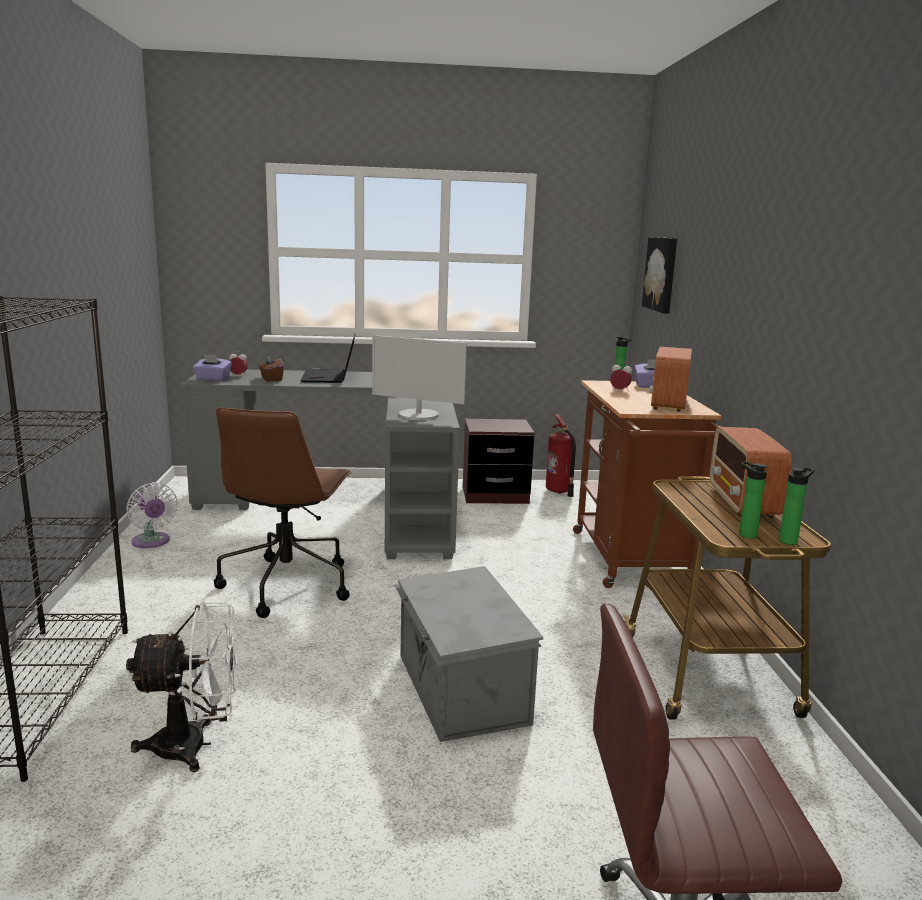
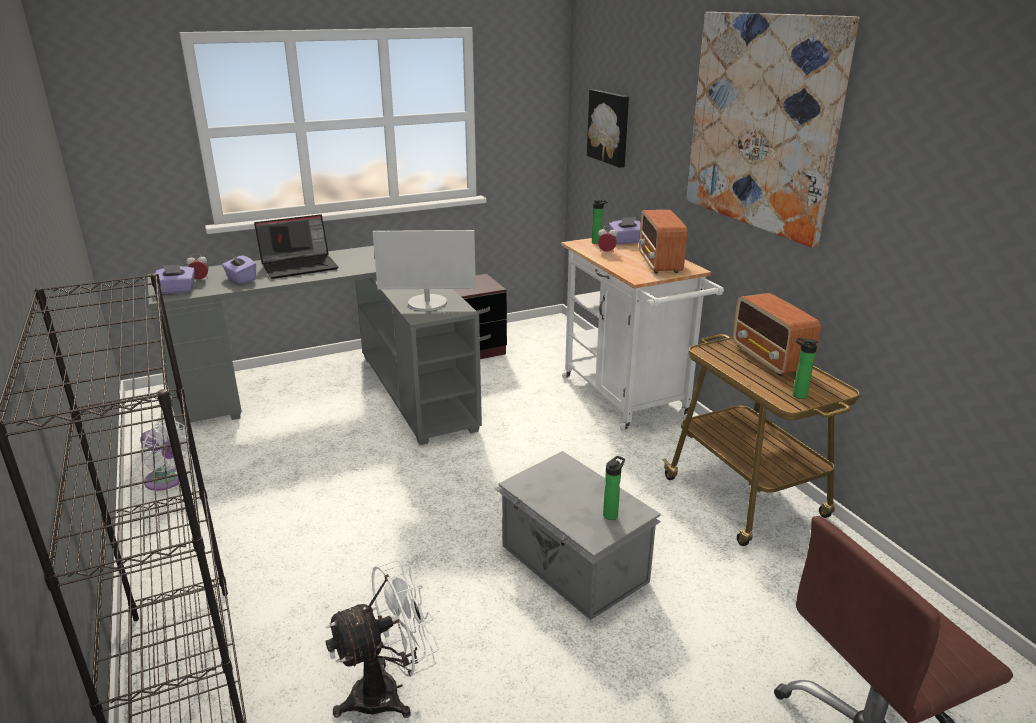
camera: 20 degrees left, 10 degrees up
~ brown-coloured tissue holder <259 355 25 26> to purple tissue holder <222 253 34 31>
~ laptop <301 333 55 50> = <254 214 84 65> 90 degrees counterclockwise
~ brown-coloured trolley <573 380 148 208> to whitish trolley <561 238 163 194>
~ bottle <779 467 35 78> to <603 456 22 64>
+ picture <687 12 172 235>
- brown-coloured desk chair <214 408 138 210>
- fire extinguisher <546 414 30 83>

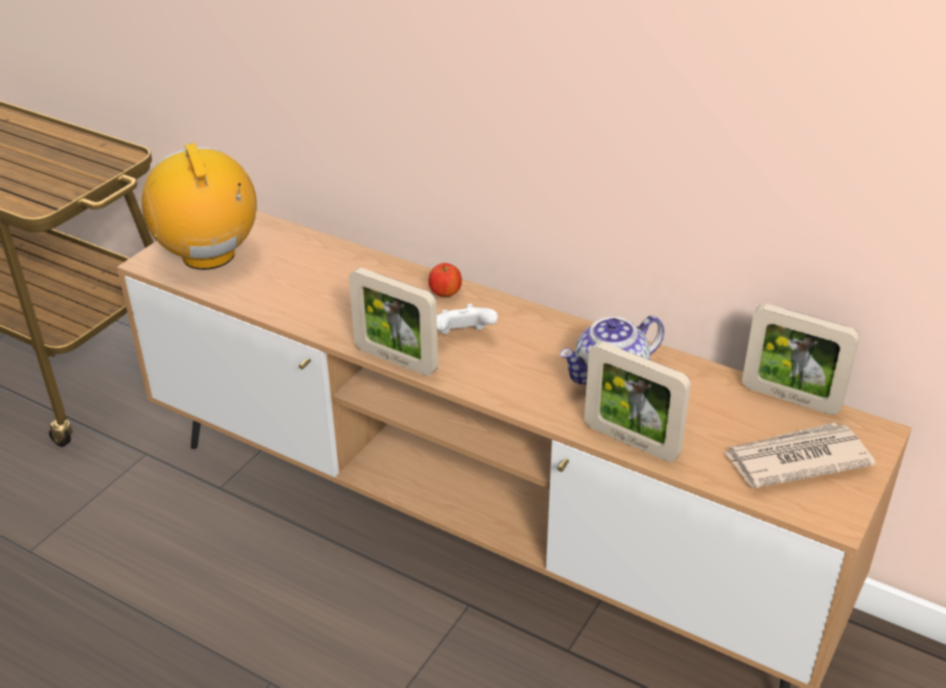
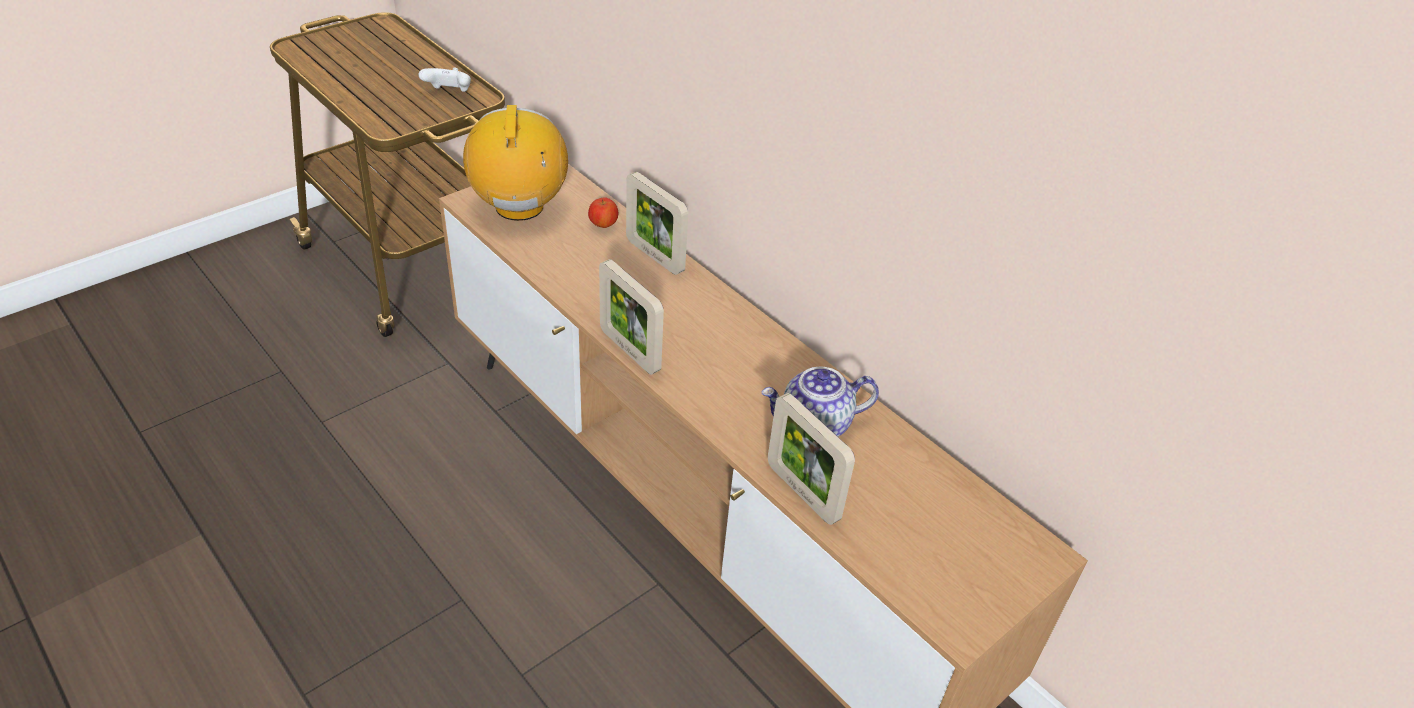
camera: 15 degrees right, 5 degrees up
~ whitish joypad <437 304 61 30> to <419 68 52 24>
~ whole apple <429 263 33 34> to <588 197 30 31>
~ photo frame <742 304 117 111> to <626 172 62 103>
- printed paper <724 422 152 66>

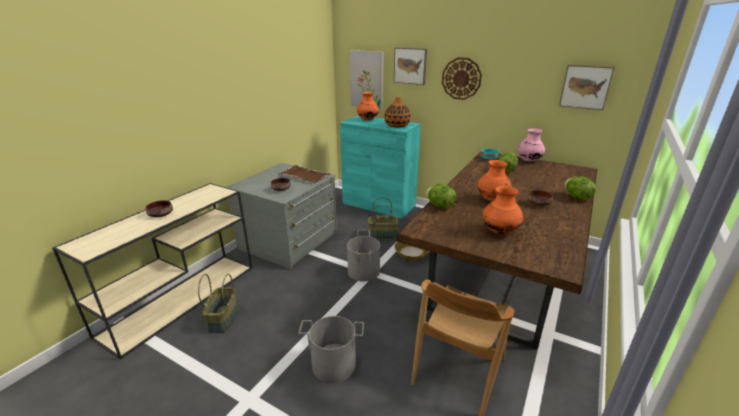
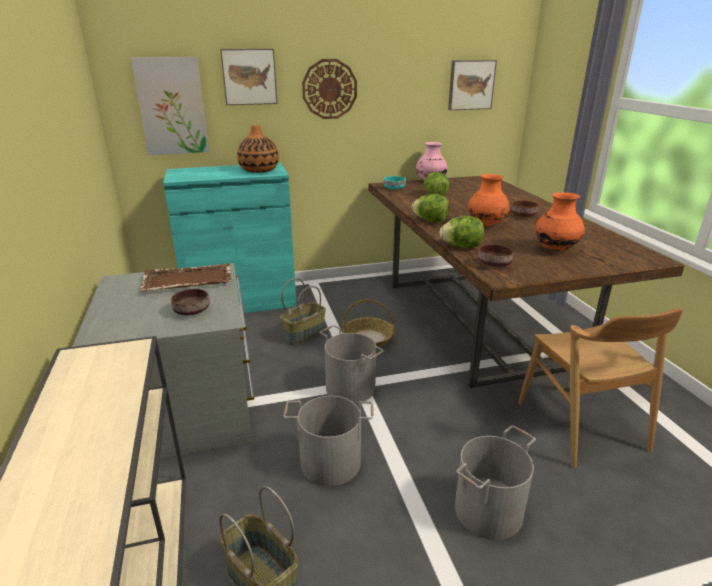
camera: 45 degrees left, 0 degrees up
+ greyish water bucket <284 396 90 90>
~ lettuce head <565 176 31 25> to <412 194 38 28>
~ brown-coloured serving bowl <146 200 27 17> to <478 244 36 23>
- orange flower vase <357 92 22 28>

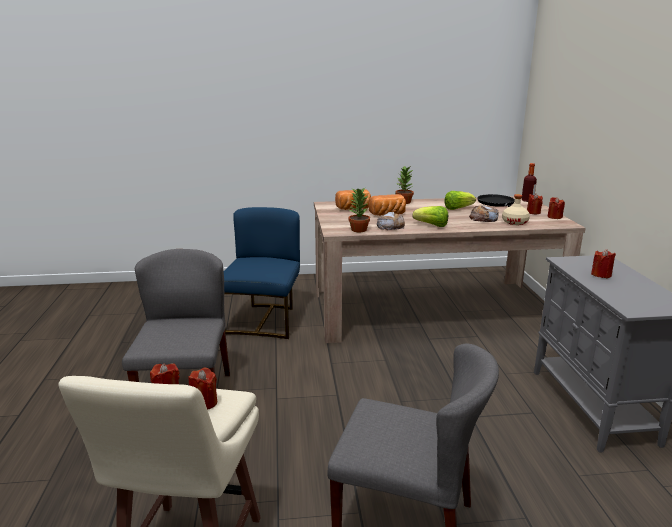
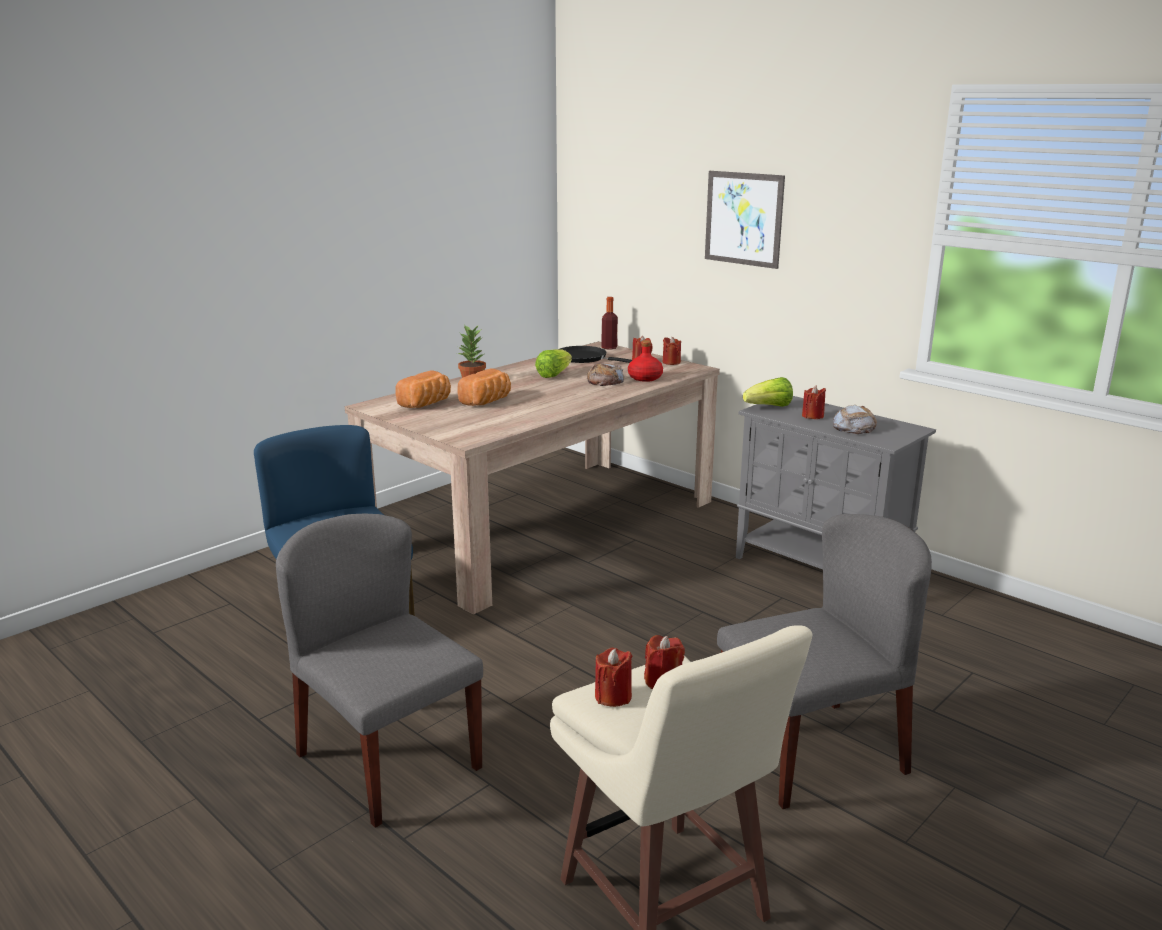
camera: 40 degrees left, 0 degrees up
~ sand-coloured bottle <502 194 28 31> to red-coloured bottle <628 340 35 42>
+ picture <705 171 80 98>
~ lettuce head <413 206 35 21> to <743 377 50 30>
~ baked bread <377 212 28 18> to <833 405 44 29>
- houseplant <349 188 21 44>

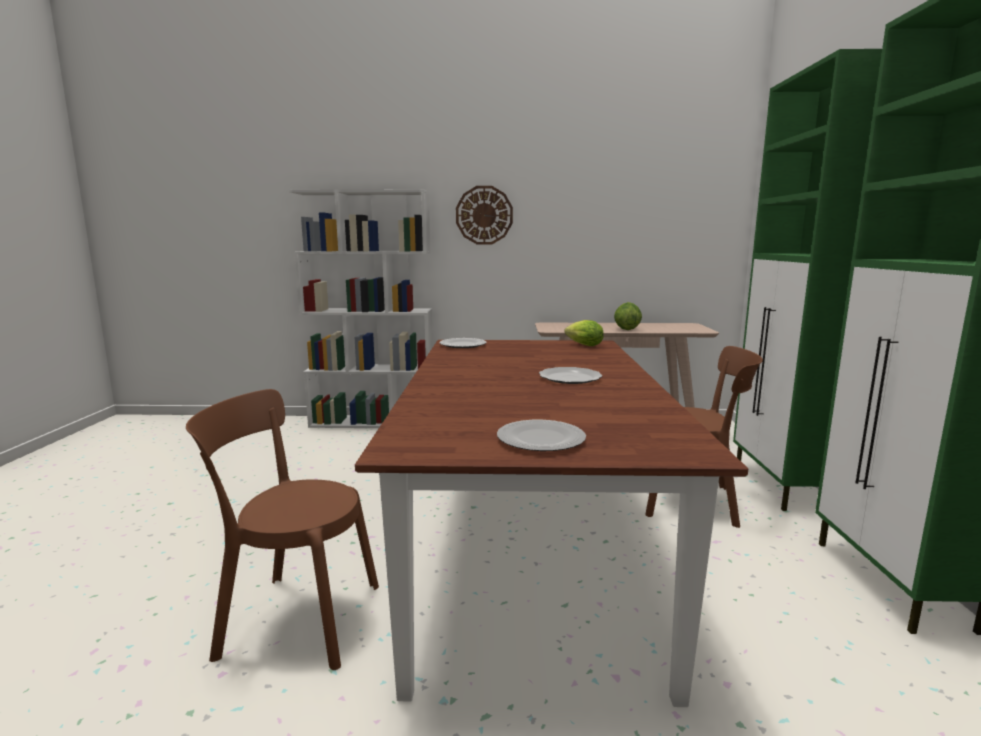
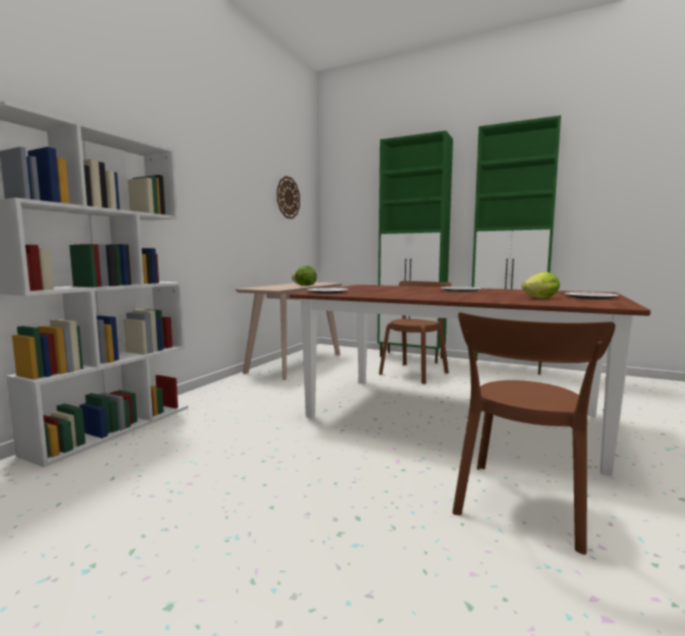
camera: 65 degrees left, 5 degrees down
~ clock on the wall <456 186 57 59> to <277 176 23 43>
~ lettuce head <564 320 40 26> to <522 272 38 26>

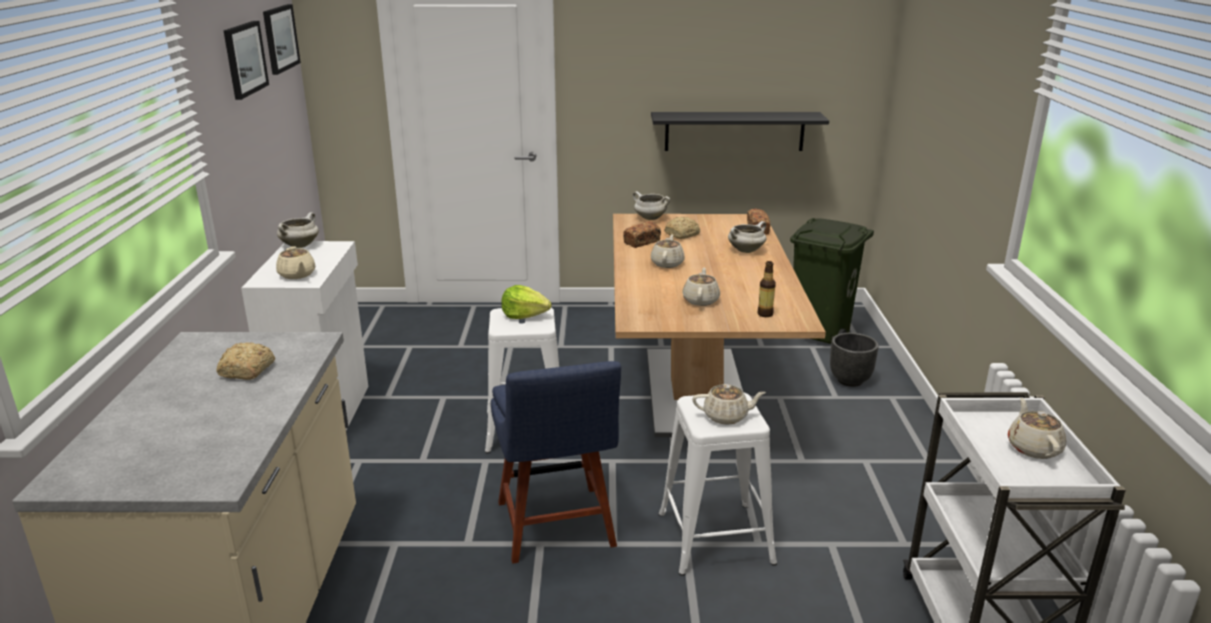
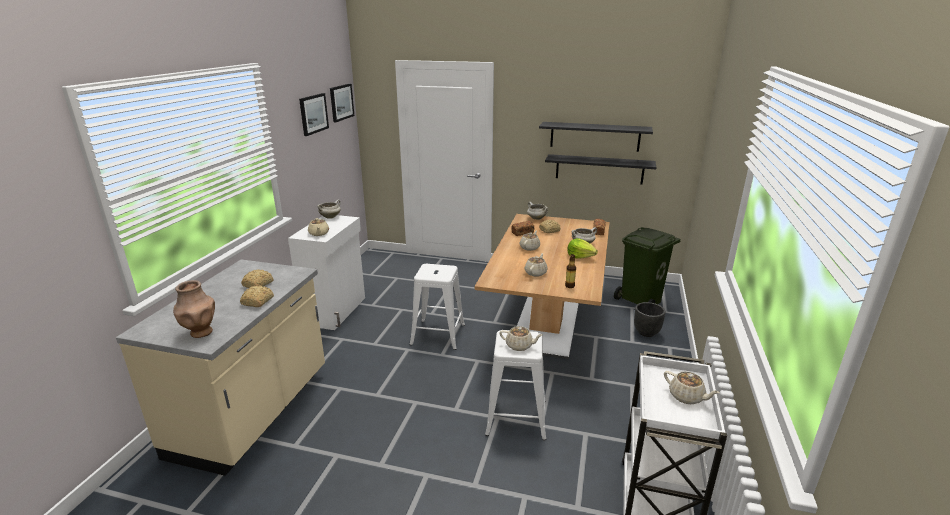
camera: 15 degrees right, 0 degrees up
+ brown-coloured flower vase <173 280 42 58>
+ baked bread <240 286 34 21>
+ black-coloured shelf <539 122 114 30>
~ lettuce head <502 285 49 34> to <567 238 31 21>
~ sand-coloured teapot <1008 398 58 61> = <664 371 56 33> 120 degrees clockwise
- blue plain chair <491 361 130 203>

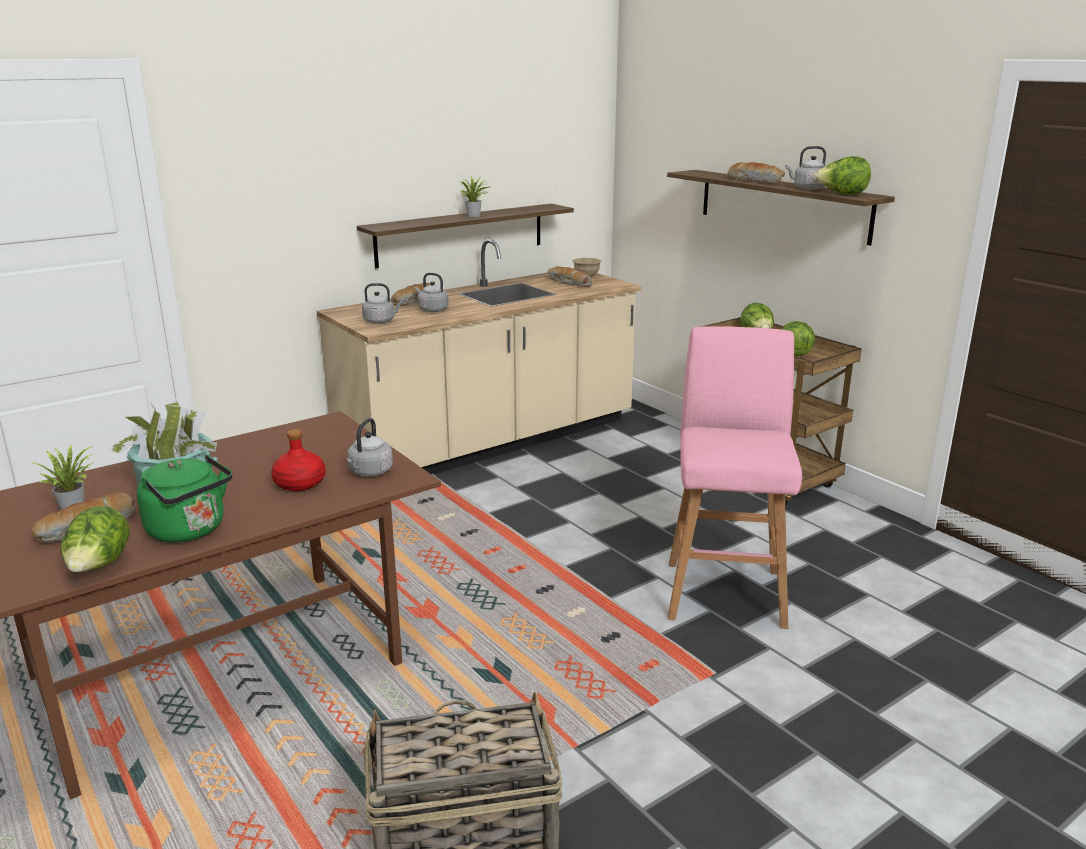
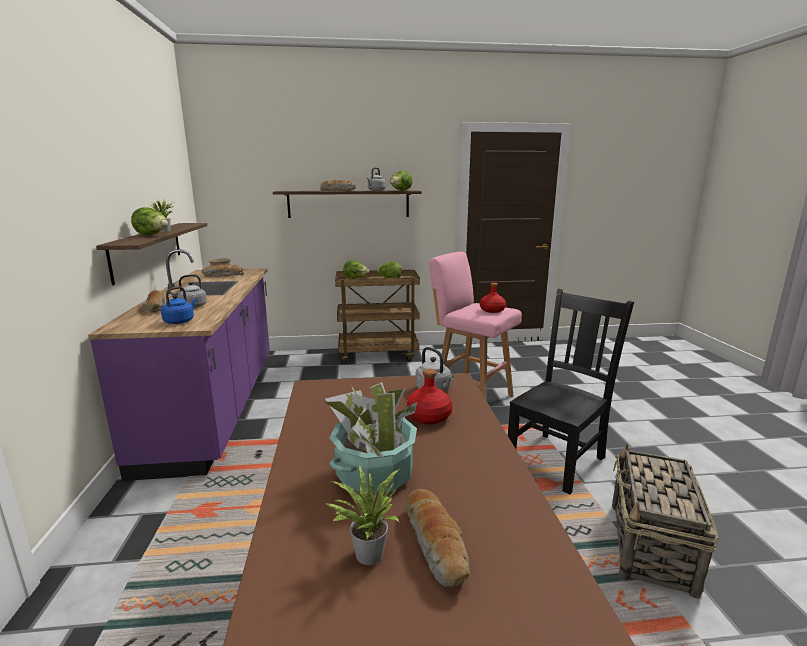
camera: 60 degrees left, 5 degrees down
~ sand-coloured counter <317 239 325 235> to purple counter <88 249 182 232>
~ lettuce head <61 506 69 66> to <131 207 37 28>
~ greyish water kettle <362 283 41 41> to blue water kettle <161 286 36 38>
+ red-coloured bottle <480 283 26 30>
+ black-coloured plain chair <508 289 126 206>
- green water kettle <137 455 95 87>

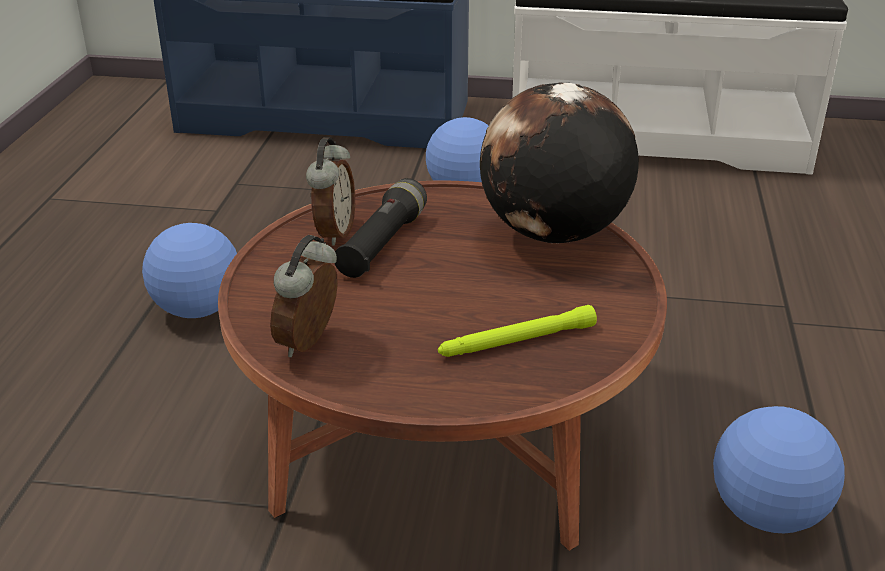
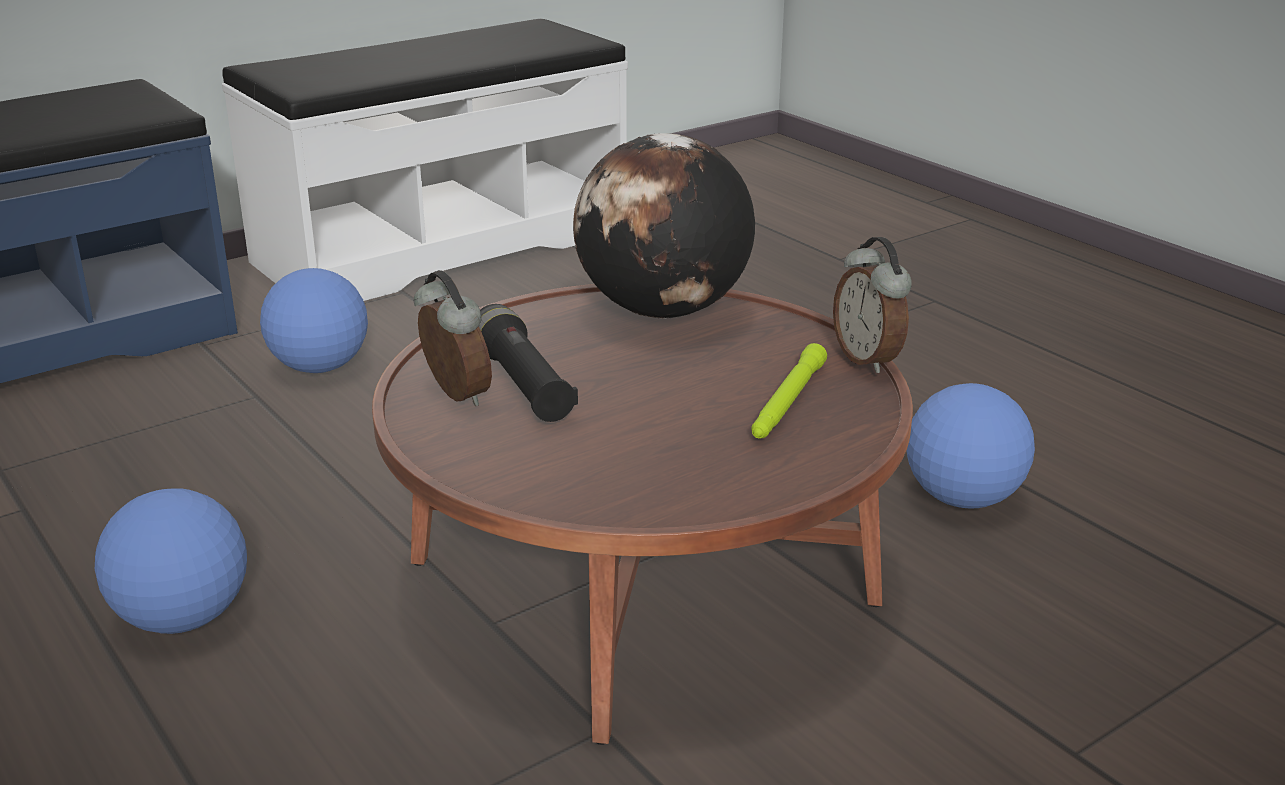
camera: 45 degrees left, 5 degrees down
~ table clock <270 235 68 122> to <833 237 79 136>

